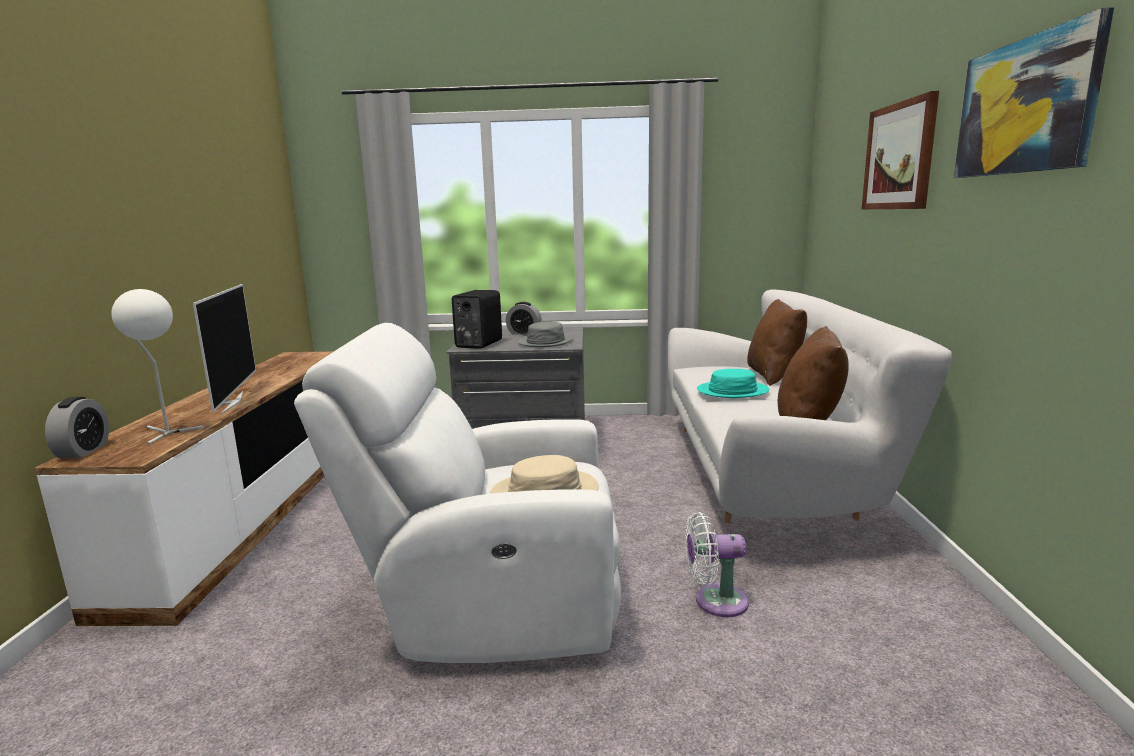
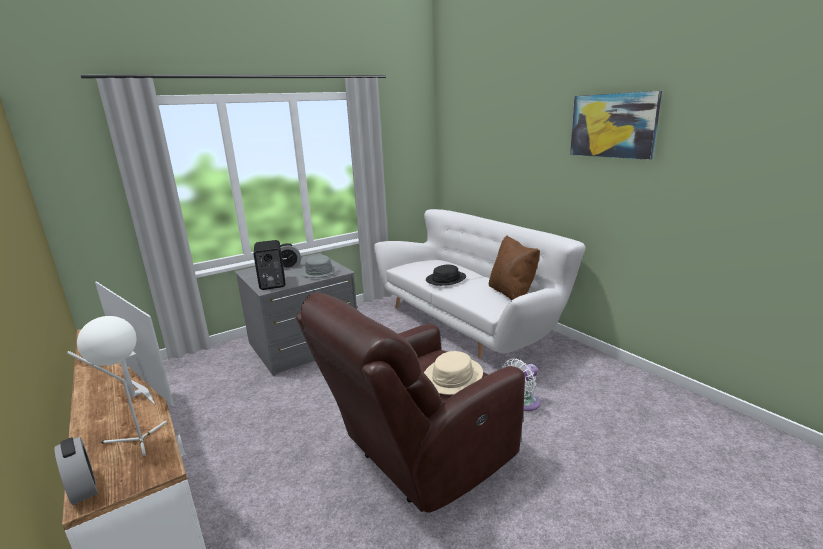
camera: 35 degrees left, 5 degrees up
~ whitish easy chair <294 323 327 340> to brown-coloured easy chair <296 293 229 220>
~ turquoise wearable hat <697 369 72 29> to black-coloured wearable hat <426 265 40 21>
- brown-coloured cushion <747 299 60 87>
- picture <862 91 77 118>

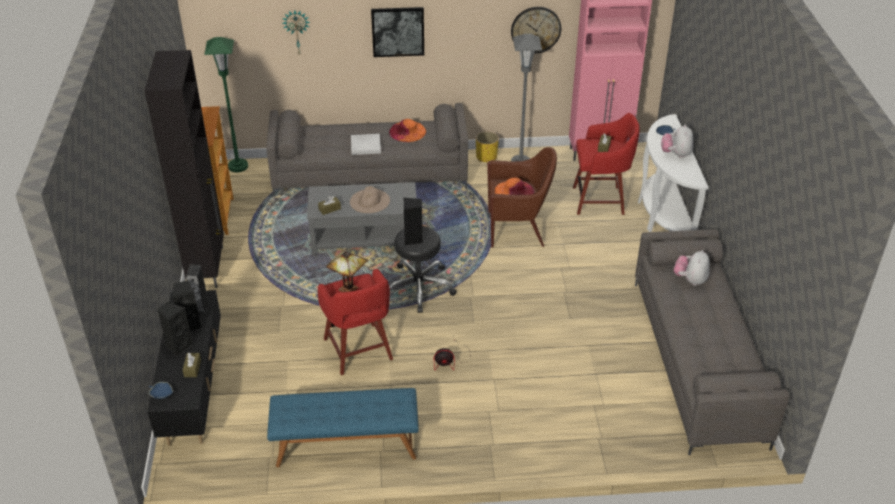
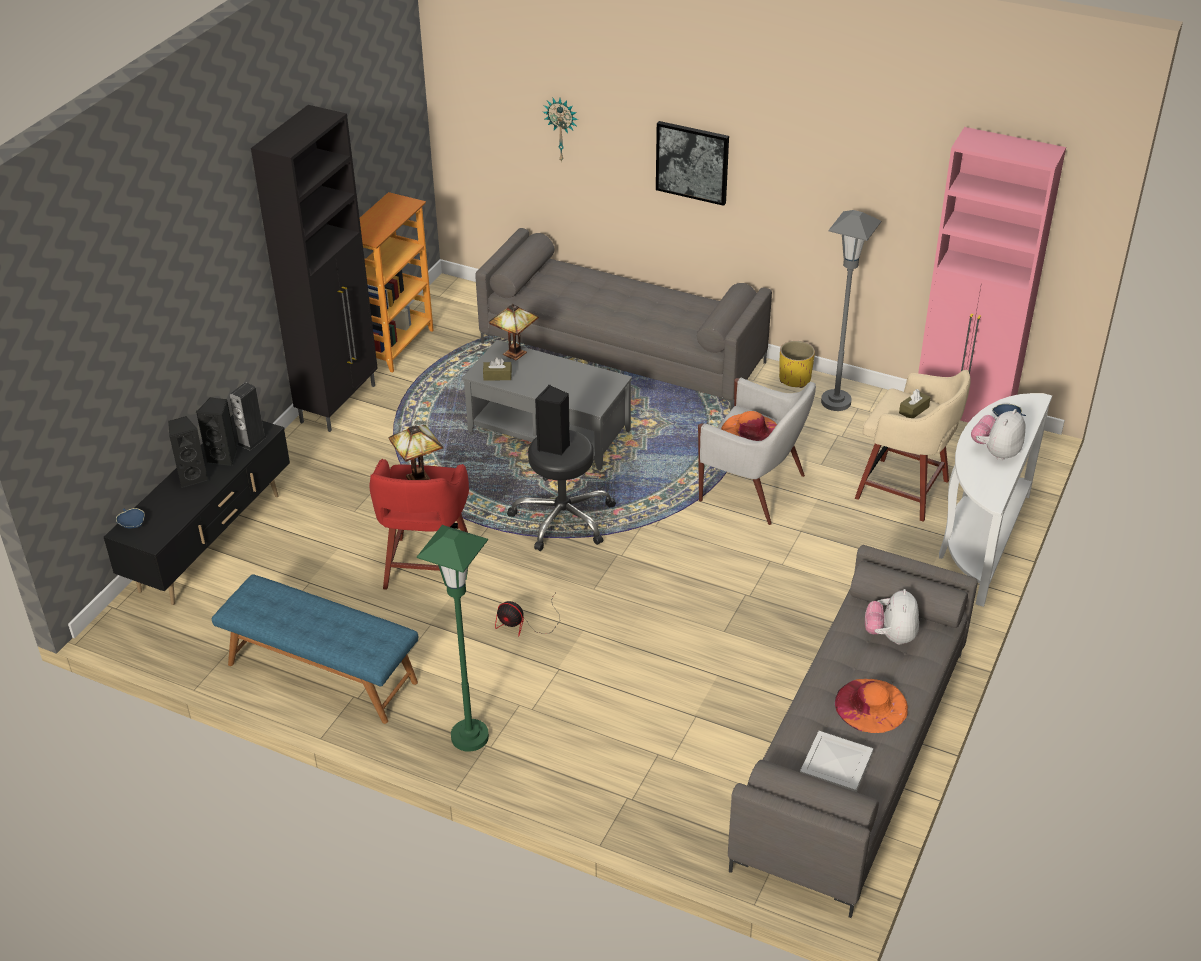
camera: 30 degrees right, 0 degrees up
~ green standard lamp <205 37 43 135> to <417 525 72 227>
+ lamp for a table <489 304 50 57>
~ brown-coloured easy chair <487 147 70 101> to whitish easy chair <698 378 118 147>
~ whitish serving tray <351 134 30 21> to <800 731 73 61>
~ orange wearable hat <389 119 37 23> to <835 679 73 54>
~ red-coloured stool seat <573 113 67 102> to sand-coloured stool seat <855 370 116 152>
~ soft toy <674 250 36 36> = <865 589 54 55> 45 degrees counterclockwise
- brown-coloured tissue holder <183 353 18 24>
- sand-coloured wearable hat <350 186 40 27>
- clock on the wall <511 7 50 47>

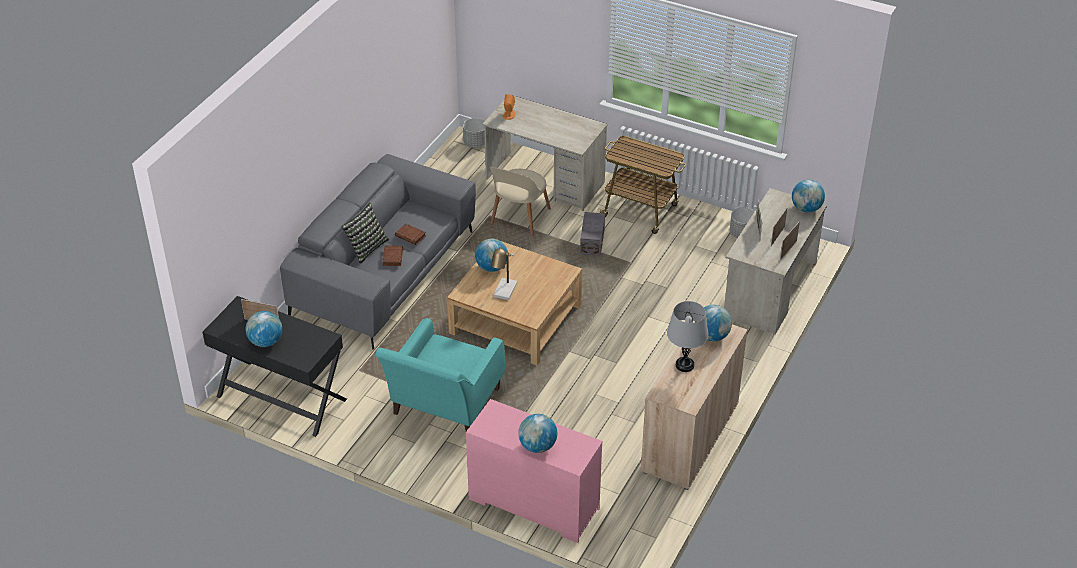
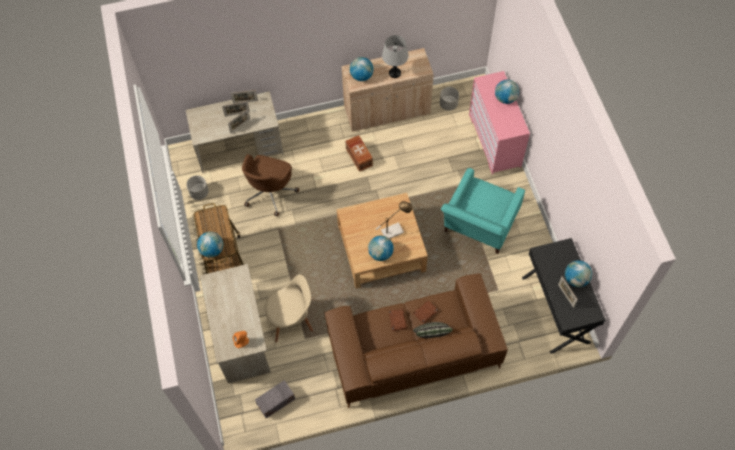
camera: 130 degrees left, 20 degrees up
~ world globe <792 180 33 33> to <197 232 26 26>
+ brown-coloured desk chair <242 154 57 63>
~ greyish storage bin <580 212 25 44> to <255 380 40 38>
~ greyish settee <280 154 196 195> to brown-coloured settee <325 273 183 135>
+ brown-coloured storage bin <345 135 28 37>
~ greyish plant pot <463 118 22 30> to <440 87 19 24>
~ turquoise easy chair <375 318 130 113> = <441 168 84 86> 135 degrees clockwise

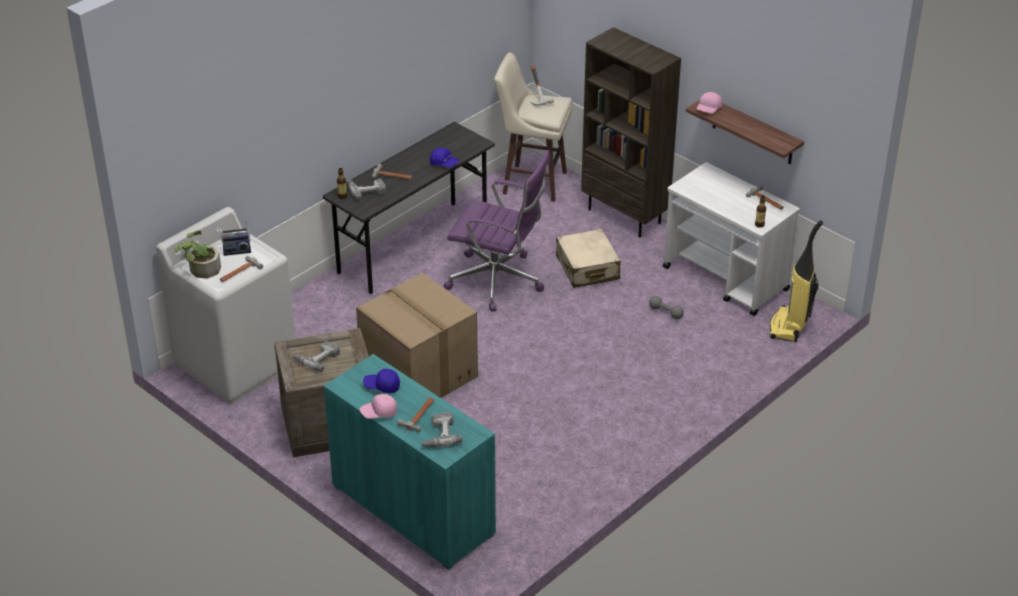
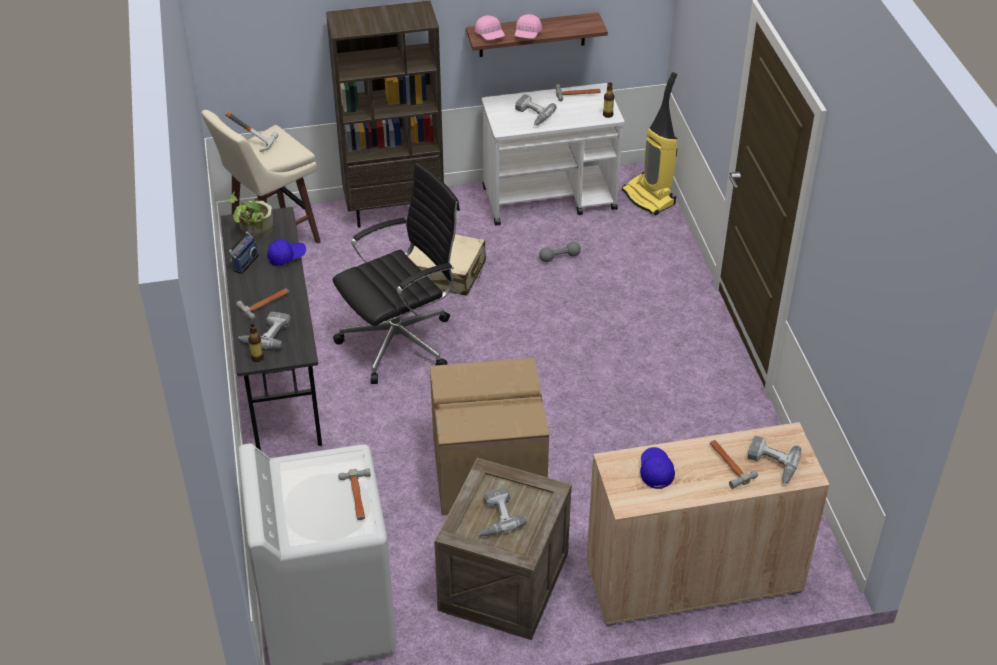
camera: 55 degrees left, 5 degrees up
~ houseplant <174 230 47 48> to <228 192 46 46>
~ radio <220 221 31 35> to <228 222 31 52>
~ purple desk chair <444 150 106 162> to black-coloured desk chair <333 163 127 221>
~ pink-coloured peaked cap <360 394 37 25> to <515 14 27 25>
+ electric drill <515 94 42 32>
~ turquoise storage cabinet <323 354 173 216> to sand-coloured storage cabinet <586 422 244 204>
~ blue peaked cap <363 369 37 24> = <640 447 35 42> 135 degrees clockwise

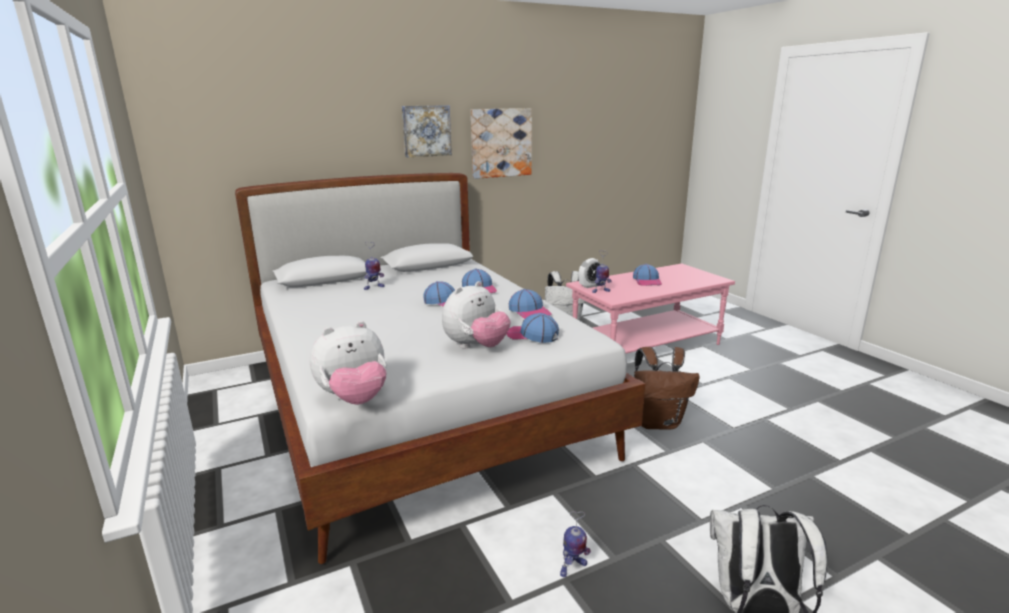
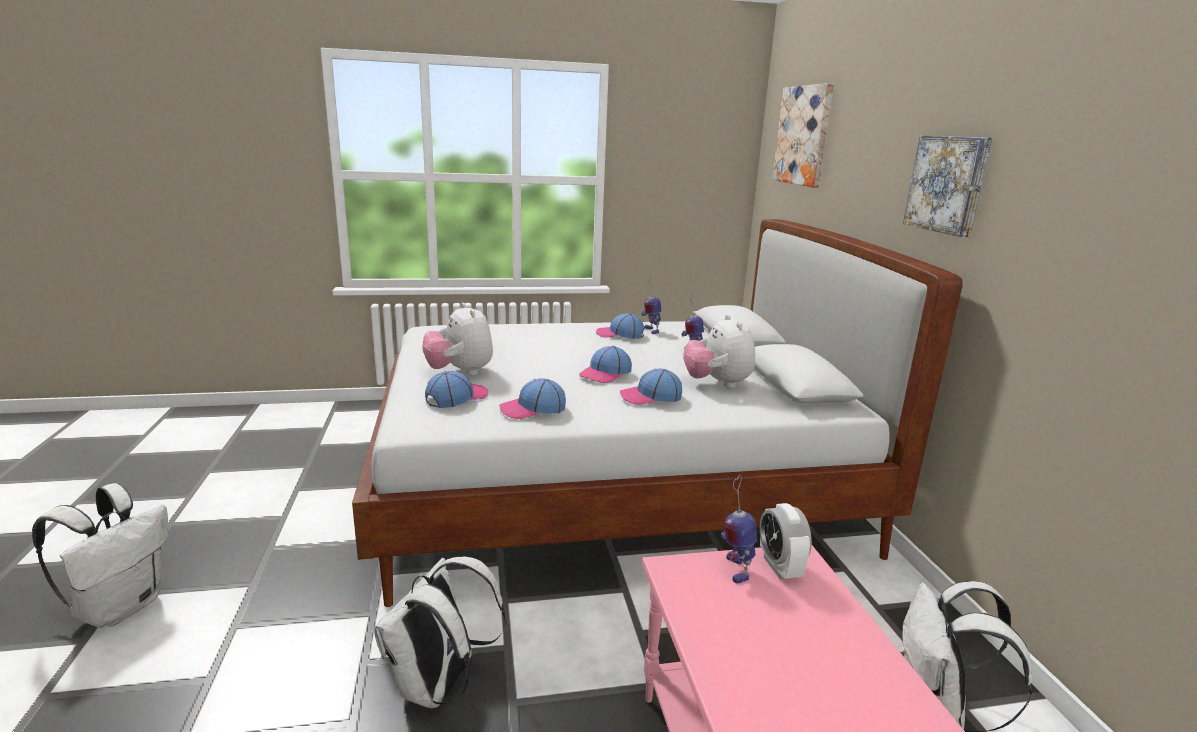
camera: 105 degrees right, 0 degrees up
~ brown-coloured rucksack <634 347 66 83> to whitish rucksack <374 557 132 151>
~ peaked cap <633 264 29 22> to <596 313 48 26>
~ robot figure <560 511 31 66> to <642 277 19 57>
~ soft toy <310 321 77 84> to <683 314 72 74>
~ picture <471 108 61 71> to <772 83 62 105>

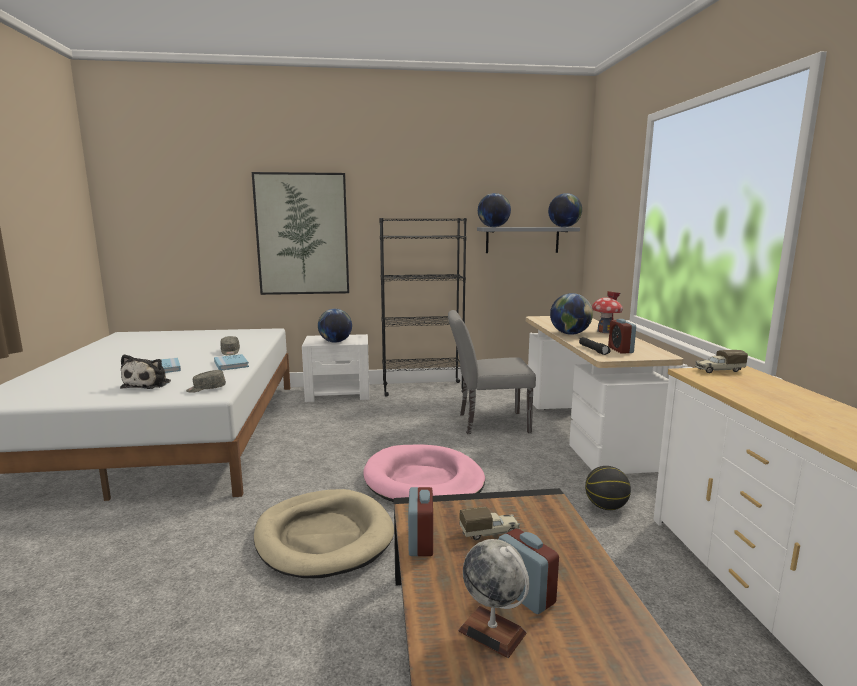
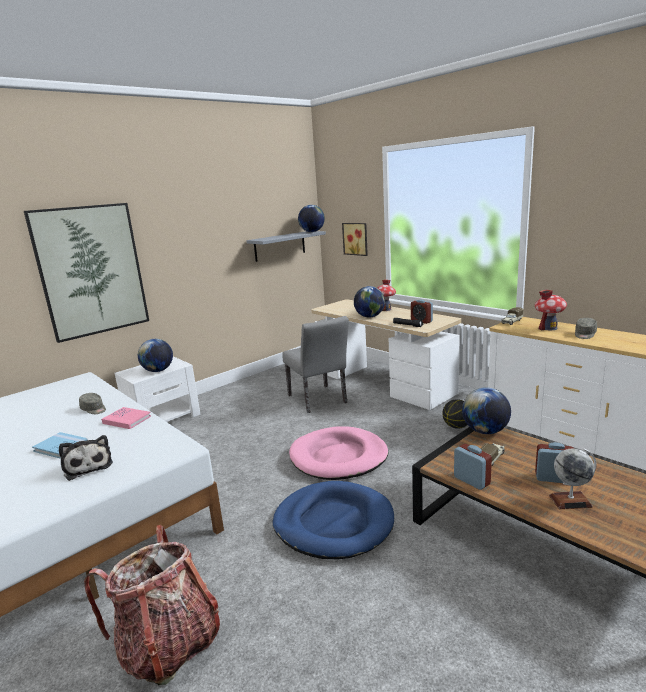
camera: 35 degrees left, 5 degrees up
+ rucksack <84 525 136 160>
~ blue book <214 354 35 16> to pink-coloured book <101 407 50 22>
~ sand-coloured dog bed <254 489 140 89> to blue dog bed <272 481 122 78>
~ greyish plain chair <448 310 88 124> = <282 316 67 97> 75 degrees counterclockwise
+ picture <342 223 26 33>
~ world globe <478 193 33 34> to <462 387 49 47>
+ miniature house <535 289 32 41>
~ greyish peaked cap <186 370 40 23> to <575 318 22 21>
- black-coloured bookcase <379 218 88 179>

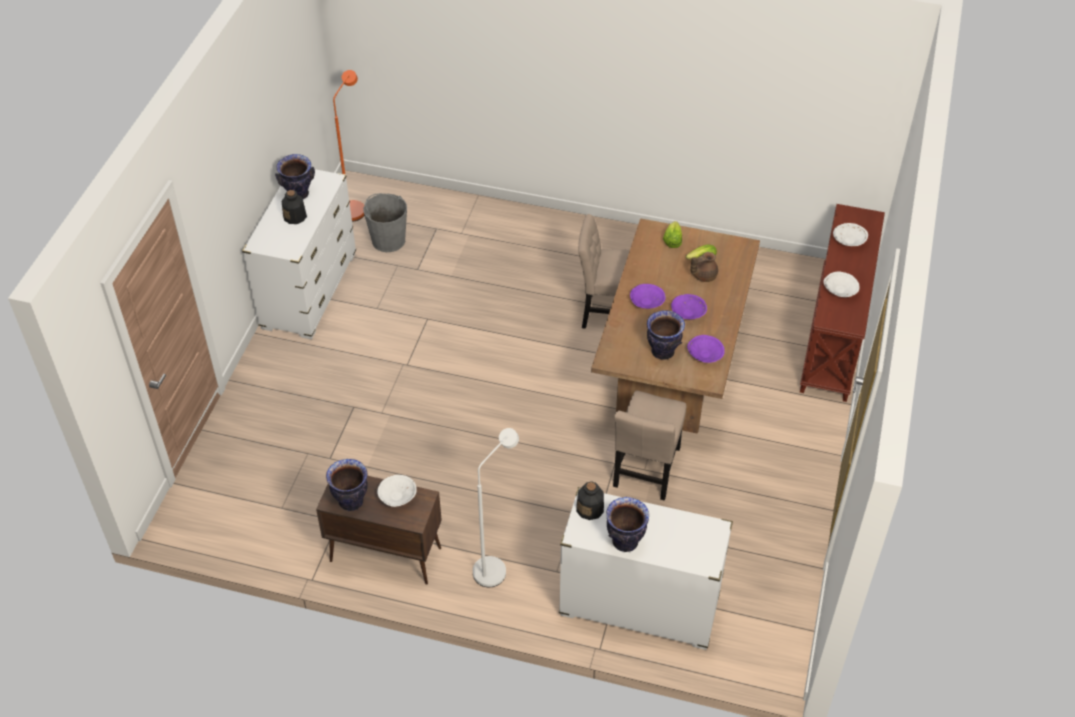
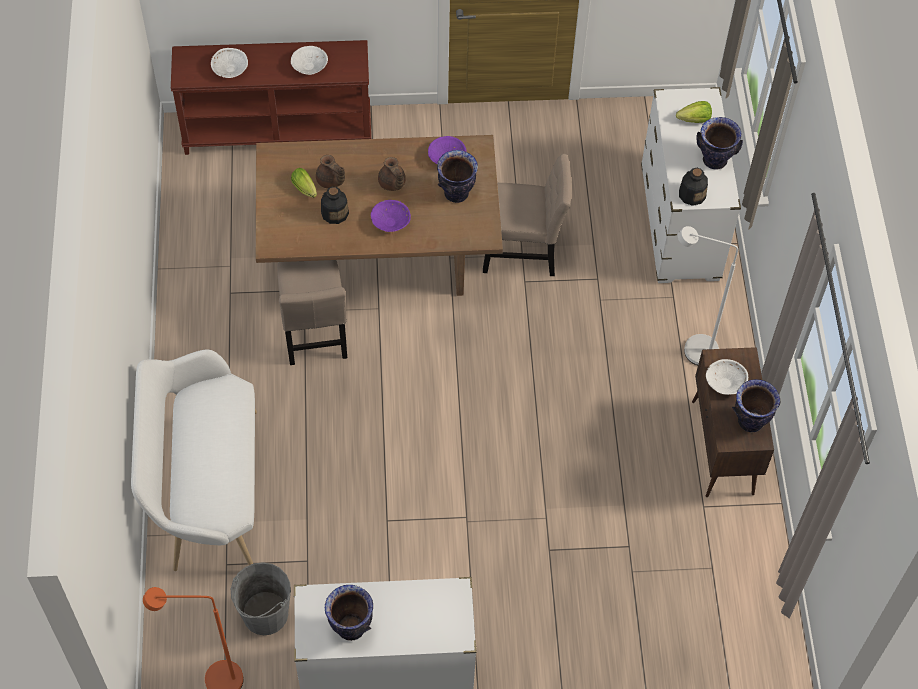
camera: 110 degrees left, 10 degrees up
+ whitish bench <131 349 126 222>
~ bottle <281 190 26 34> to <321 187 28 37>
~ purple serving bowl <671 294 36 25> to brown-coloured teapot <378 157 28 34>
~ lettuce head <663 221 19 27> to <676 101 36 22>

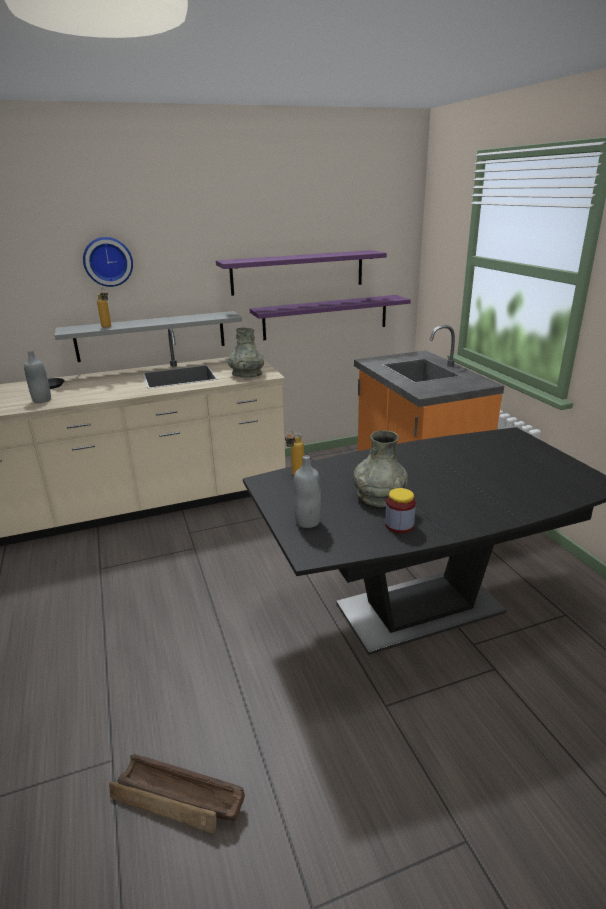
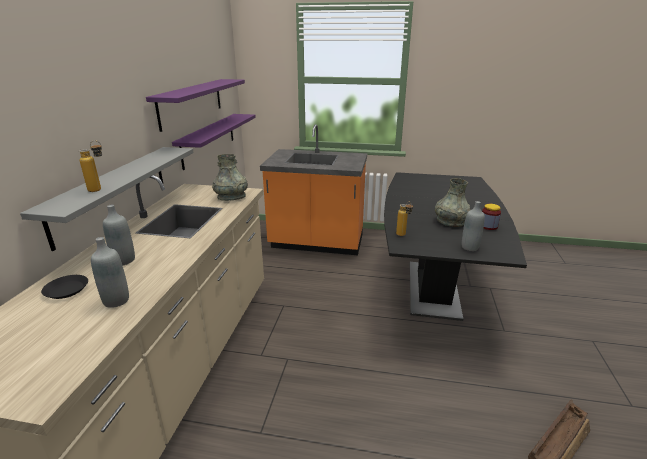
camera: 60 degrees left, 0 degrees up
+ greyish bottle <103 205 32 60>
- clock on the wall <83 237 50 50>

